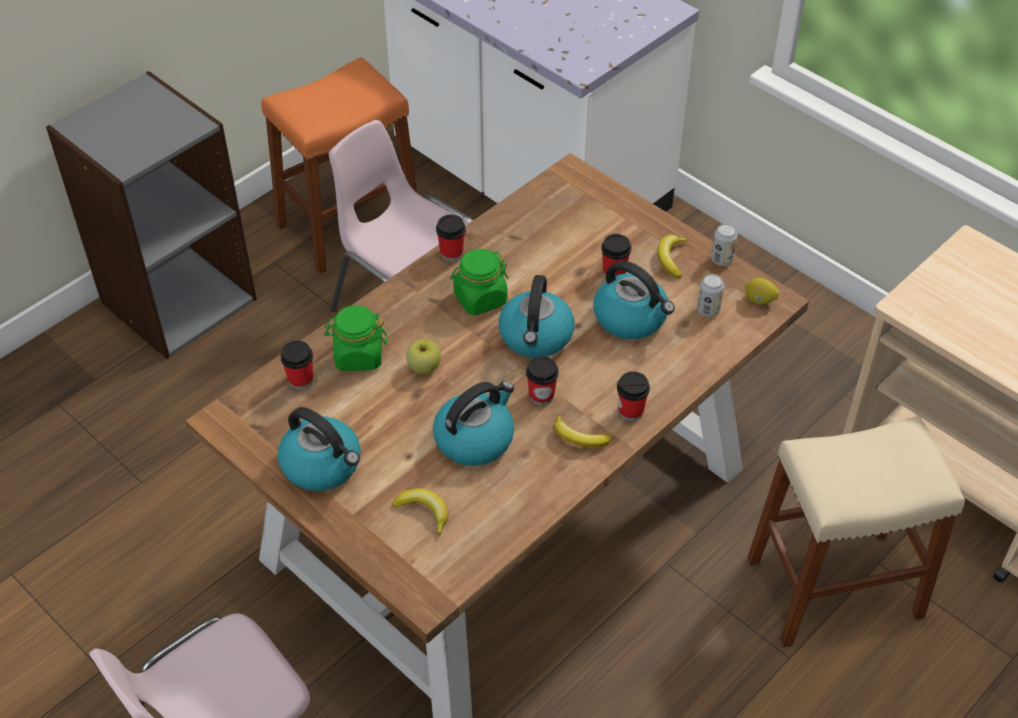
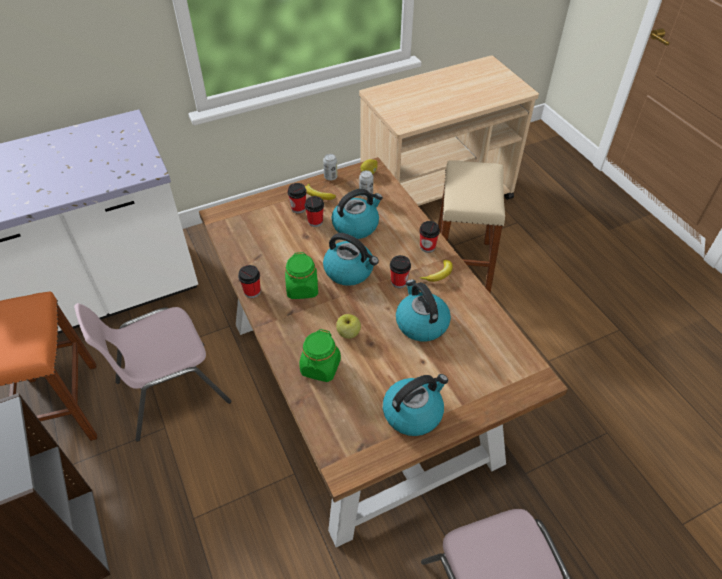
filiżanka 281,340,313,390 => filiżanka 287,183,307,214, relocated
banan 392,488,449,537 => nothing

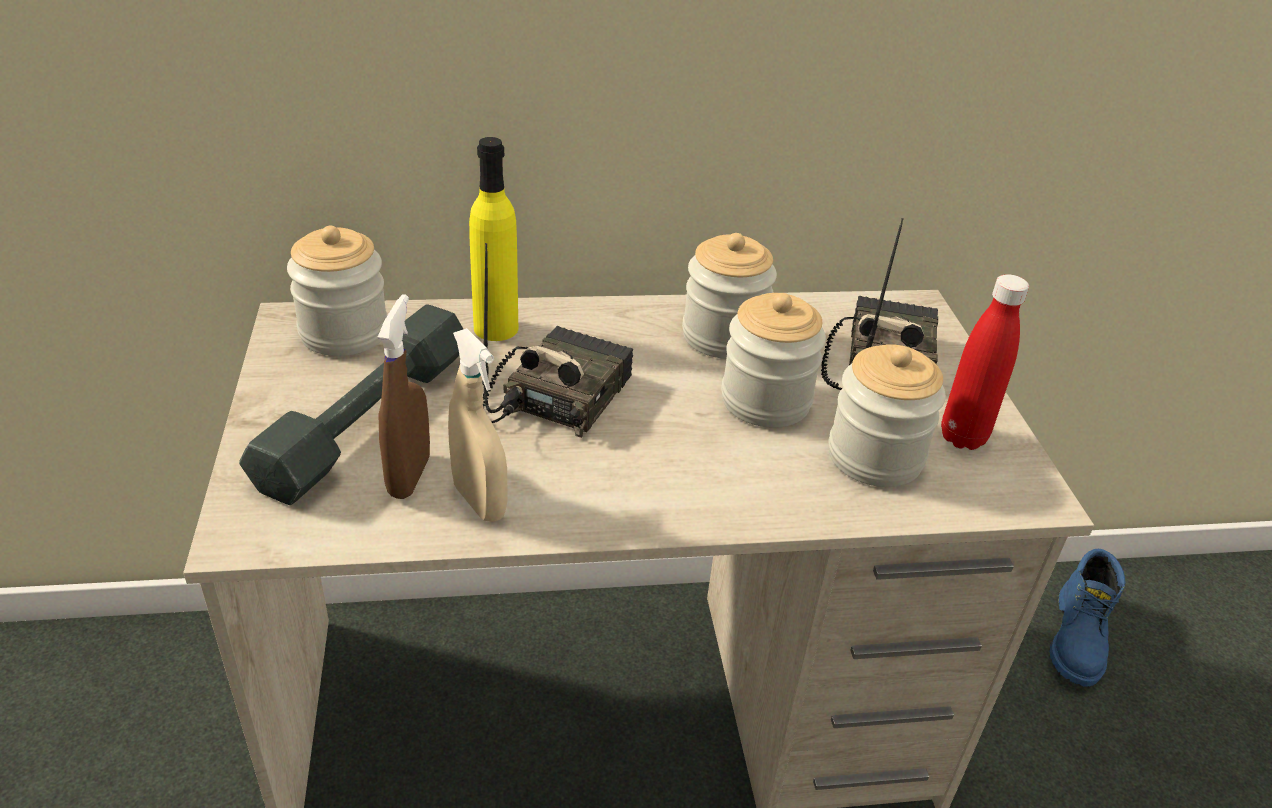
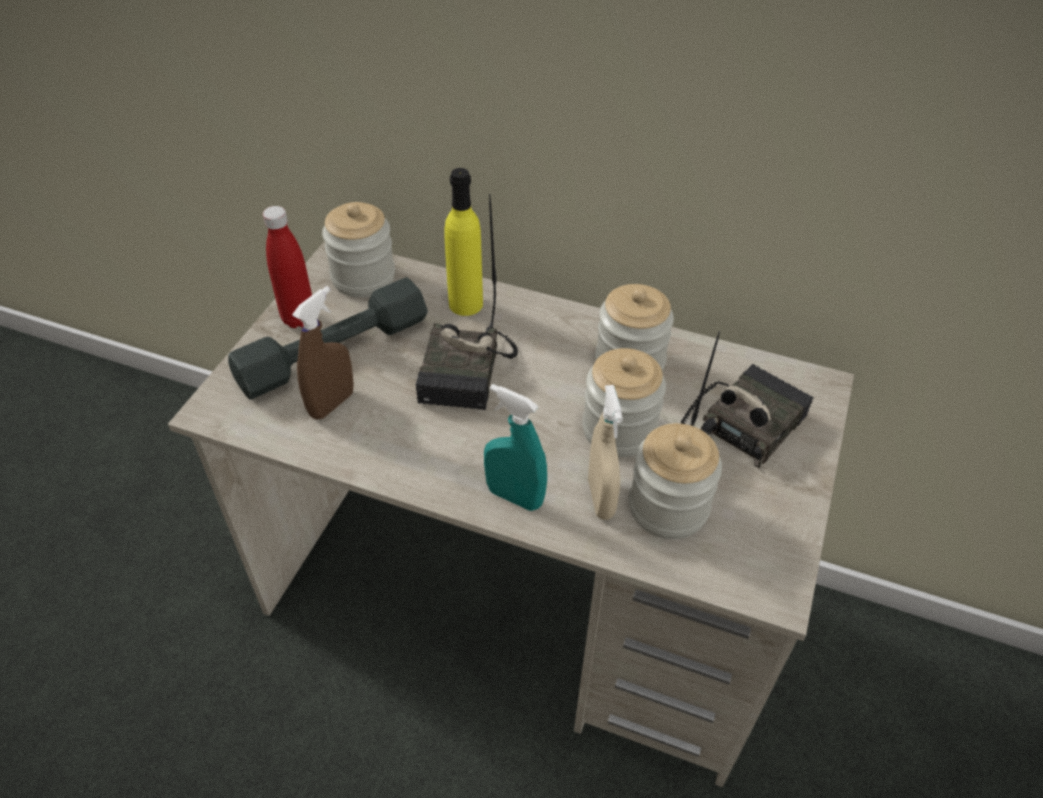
spryskiwacz [beżowy] 448,328,507,522 => spryskiwacz [beżowy] 588,385,623,520, relocated
radio 482,243,633,438 => radio 416,194,518,410, 135 degrees clockwise
butelka [czerwony] 941,274,1029,450 => butelka [czerwony] 263,206,312,328, relocated
but z cholewką [niebieski] 1050,549,1126,687 => nothing
nothing => spryskiwacz [turkusowy] 484,384,547,511

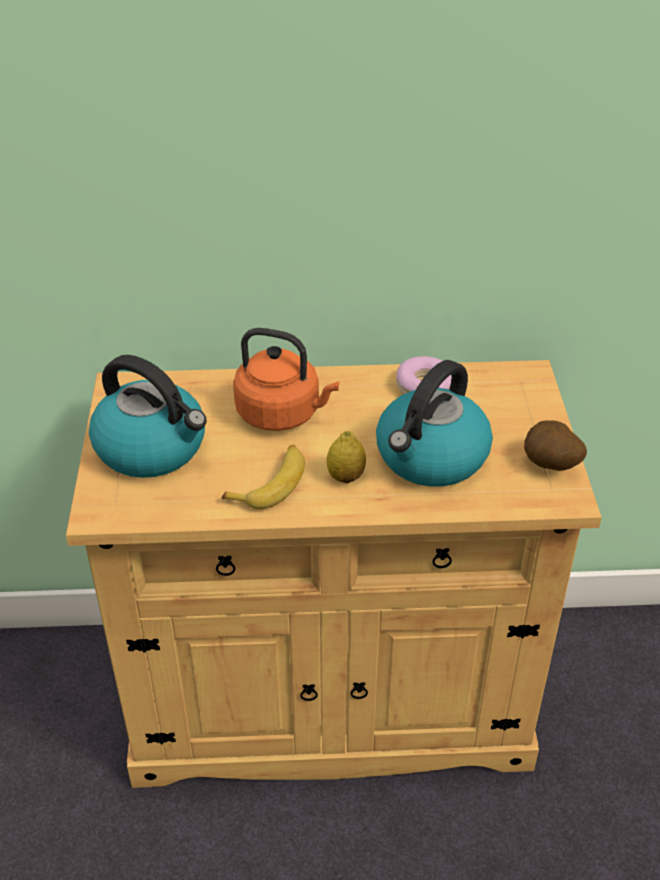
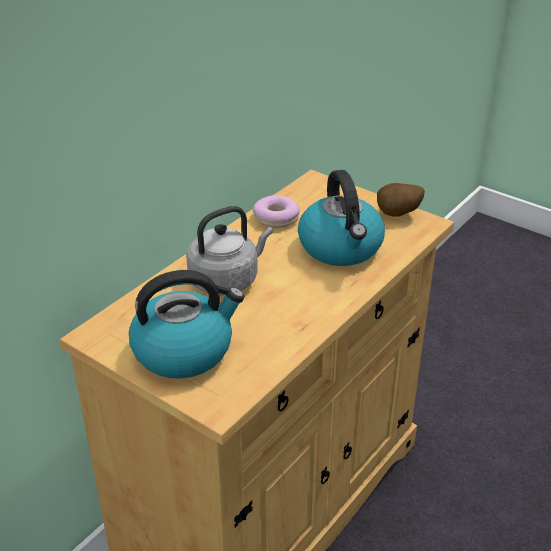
banan 222,445,305,509 => nothing
czajnik [pomarańczowy] 233,328,339,431 => czajnik [szary] 186,206,273,295
cytryna 327,431,366,483 => nothing

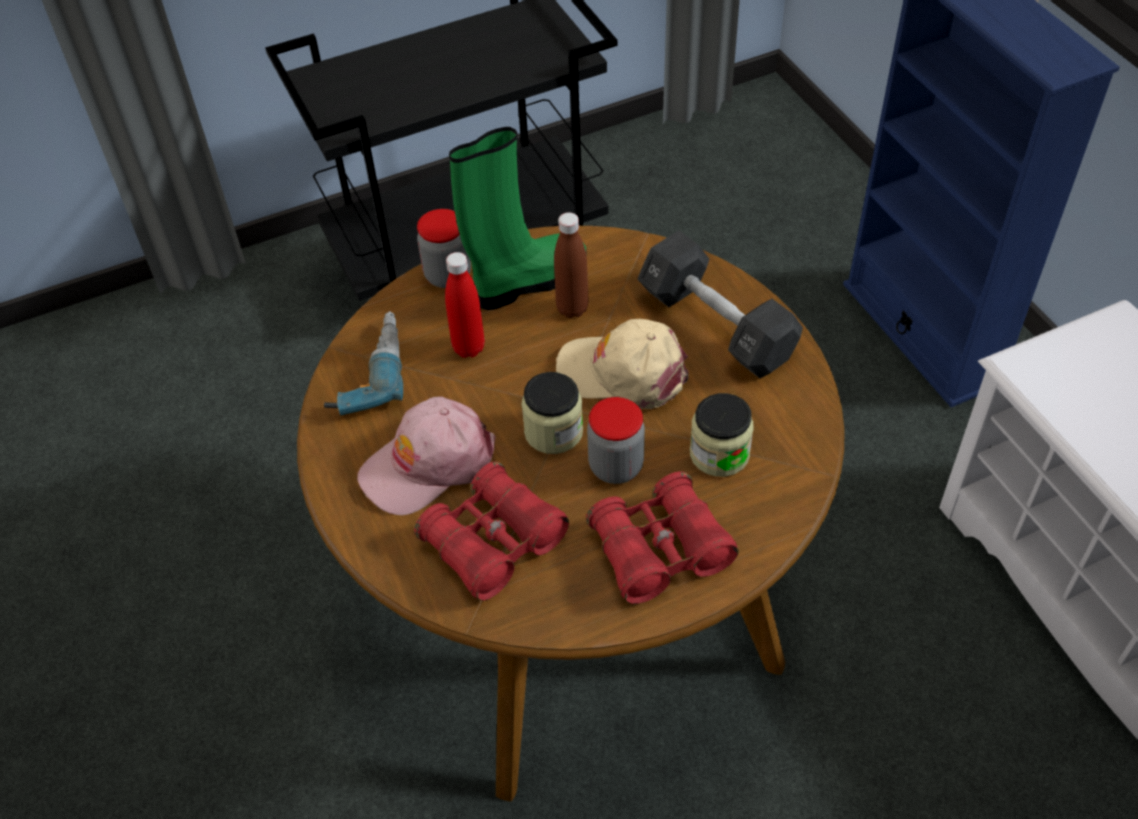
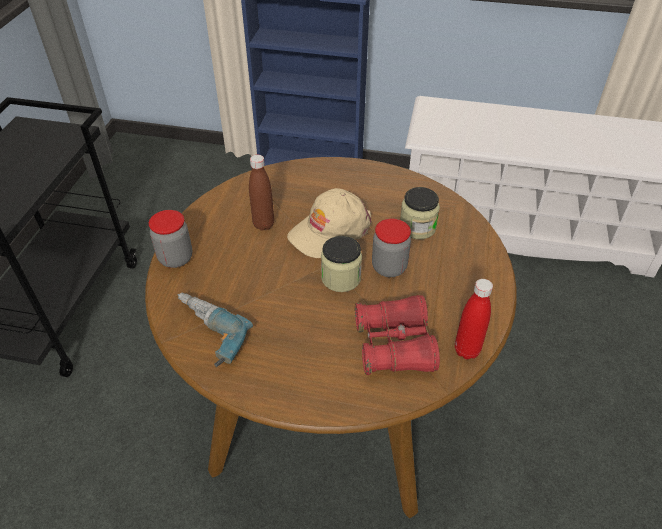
czapka z daszkiem [różowy] 357,396,496,515 => nothing
butelka [czerwony] 445,252,485,358 => butelka [czerwony] 455,279,493,359, relocated
but z cholewką [zielony] 449,127,587,310 => nothing
lornetka [czerwony] 586,471,739,604 => nothing
hantel [czarny] 637,230,803,378 => nothing

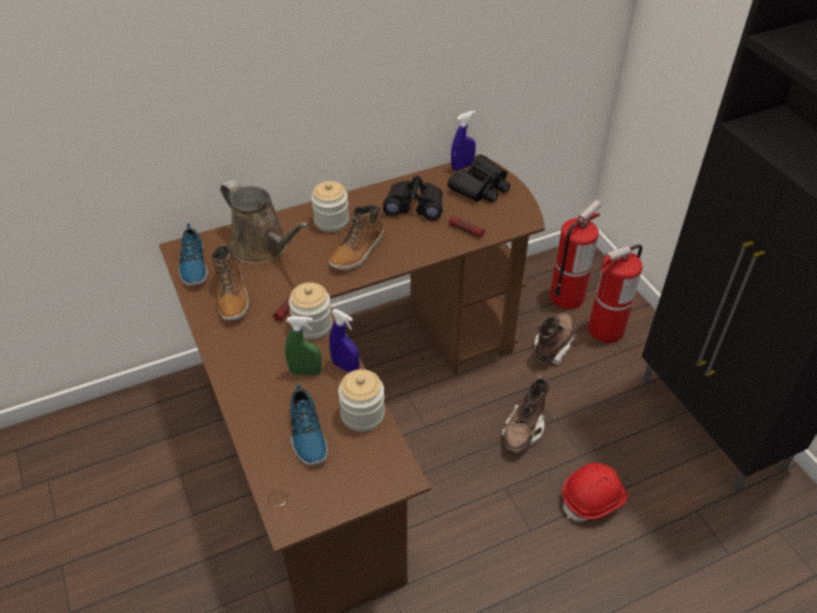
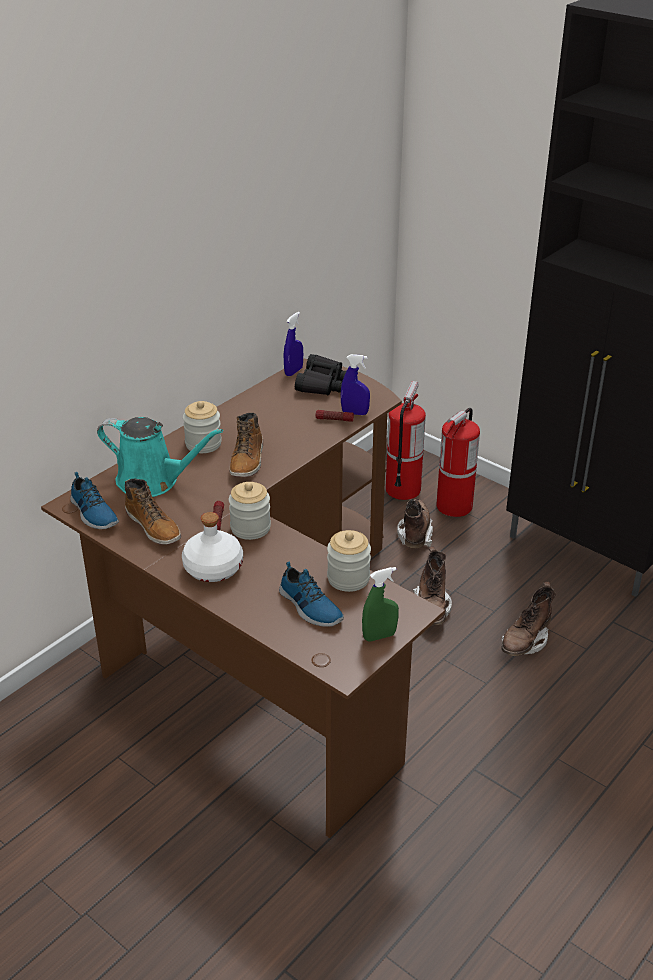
konewka [brązowy] 220,180,309,264 => konewka [turkusowy] 97,417,223,497
spryskiwacz [zielony] 285,316,322,375 => spryskiwacz [zielony] 362,567,399,642, relocated
spryskiwacz [niebieski] 329,309,360,373 => spryskiwacz [niebieski] 341,354,370,415, relocated
lornetka [czarny] 383,176,443,221 => nothing
kask [czerwony] 562,463,628,521 => but z cholewką [brązowy] 501,581,556,656
nothing => butelka [biały] 182,512,243,582

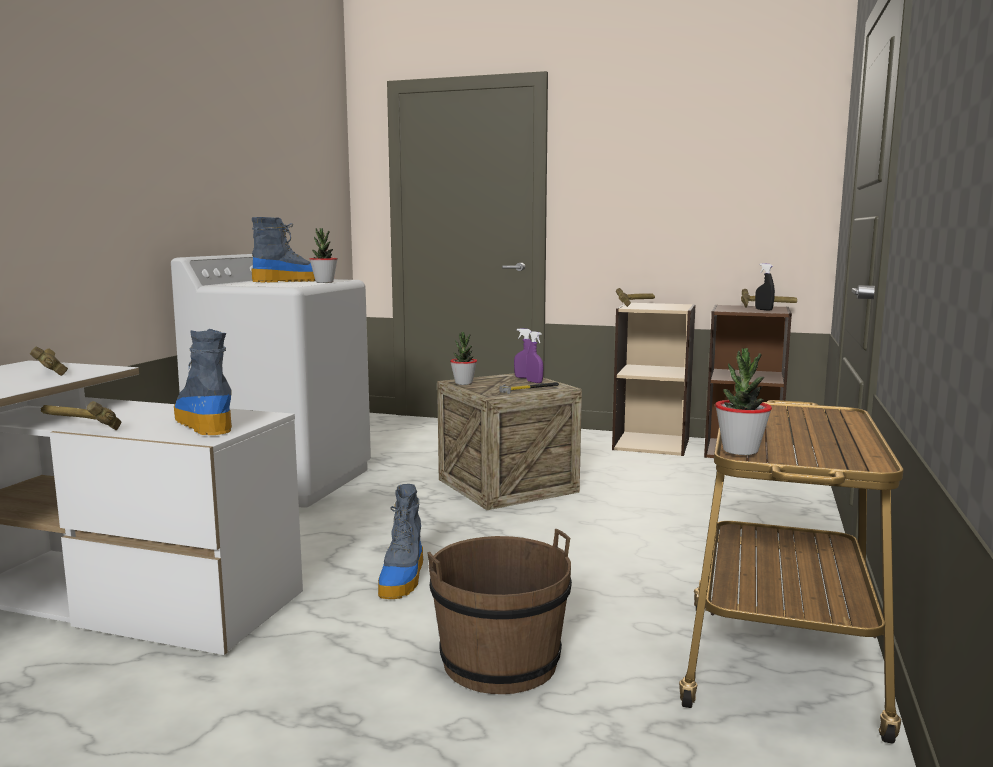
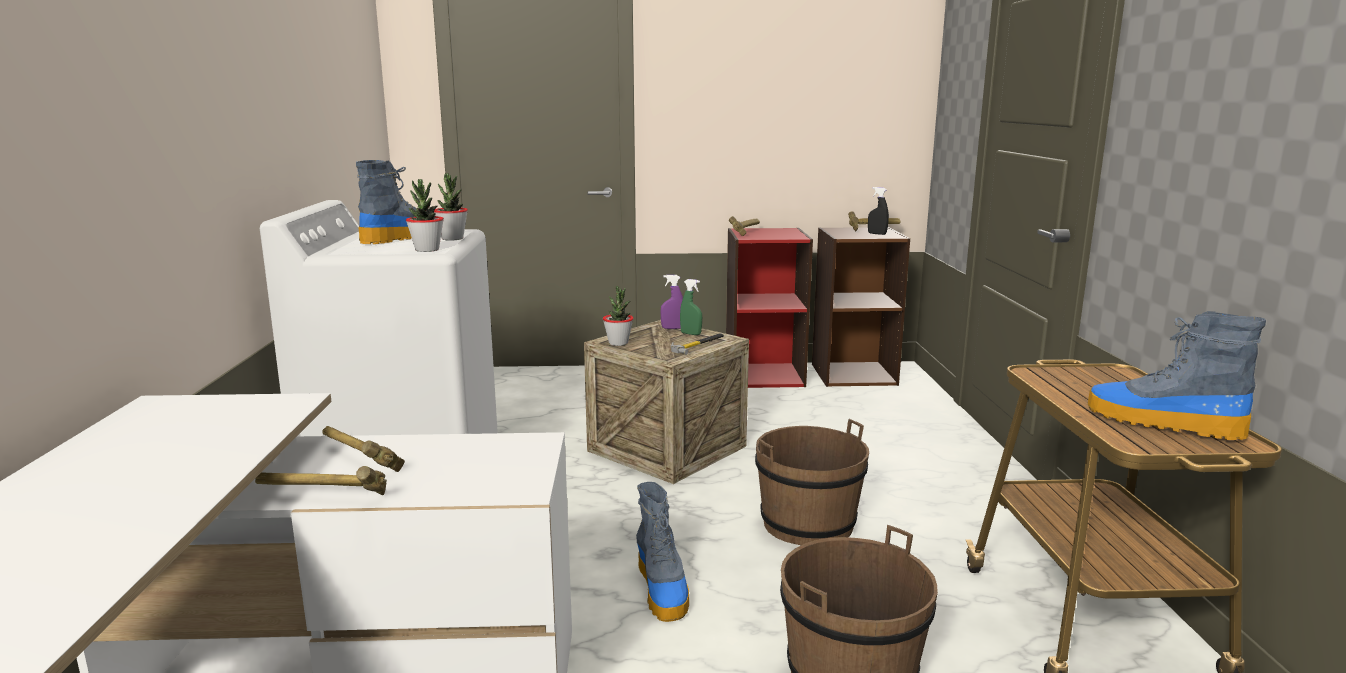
młotek 30,346,68,376 => młotek 322,426,405,472, relocated
but z cholewką 174,329,232,435 => but z cholewką 1087,311,1266,440, relocated
spryskiwacz [fioletowy] 526,331,543,383 => spryskiwacz [zielony] 680,279,702,335
regał [beżowy] 612,303,696,456 => regał [czerwony] 726,228,813,388
roślina doniczkowa 715,348,772,455 => roślina doniczkowa 406,179,444,252, relocated
nothing => wiadro [brązowy] 755,419,869,545

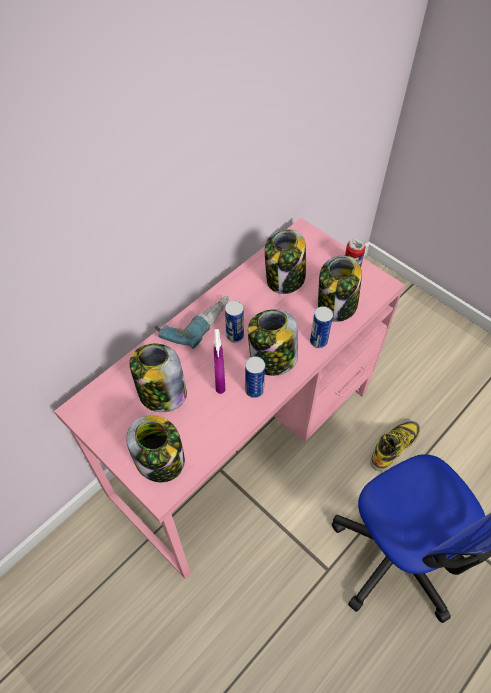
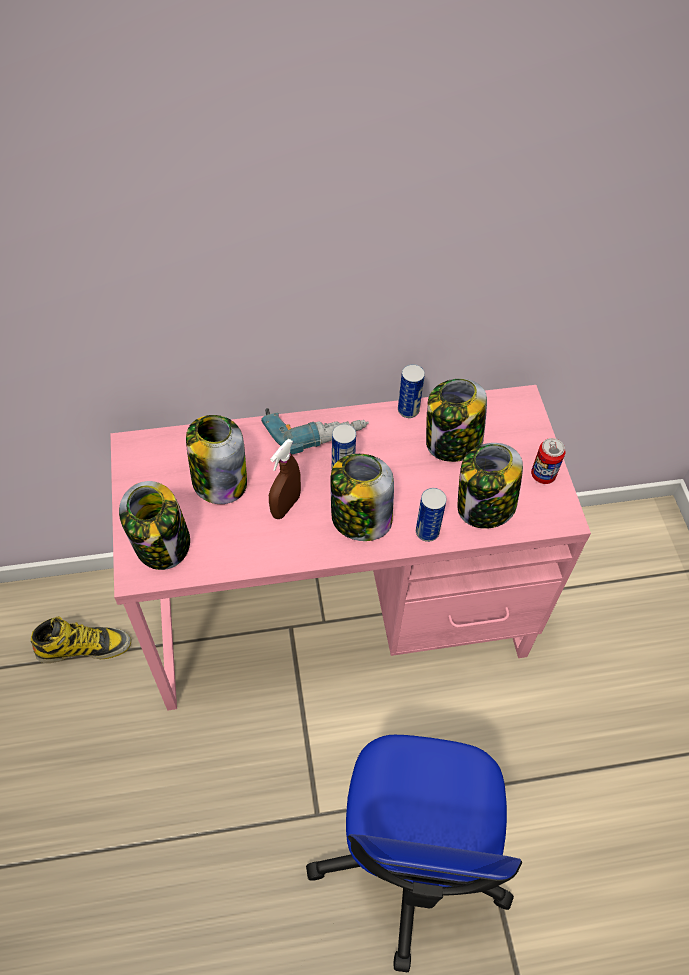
spryskiwacz [fioletowy] 214,329,226,394 => spryskiwacz [brązowy] 269,439,301,519
puszka 245,356,265,398 => puszka 398,364,425,418, relocated
but z cholewką 370,421,421,472 => but z cholewką 31,617,131,663, relocated

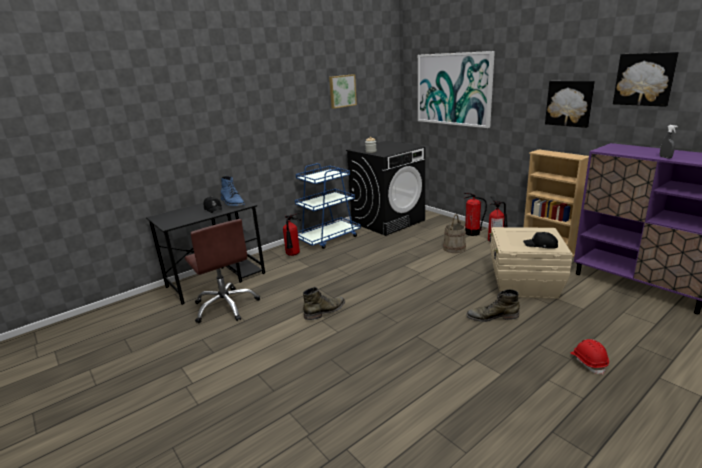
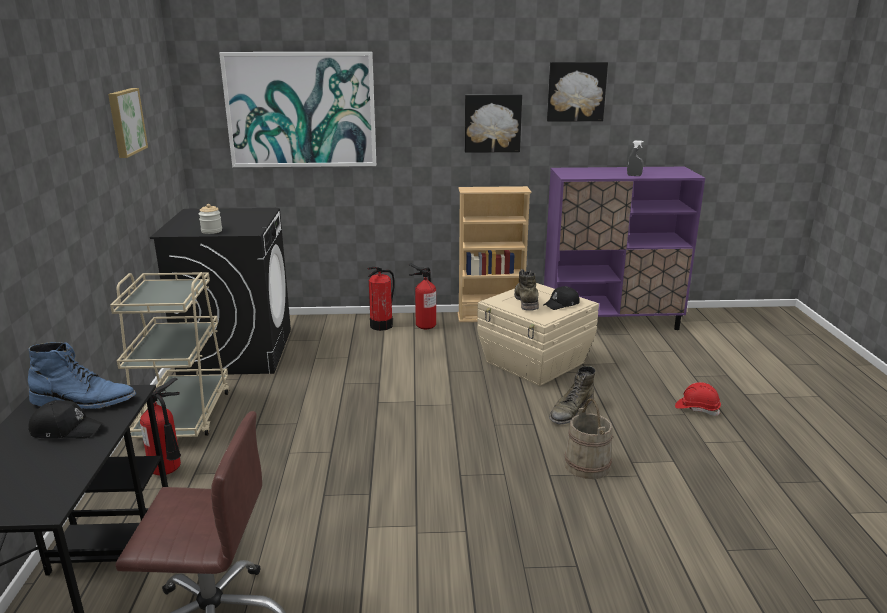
wózek [niebieski] 295,163,361,249 => wózek [beżowy] 110,272,230,438
but z cholewką [zielony] 303,287,345,320 => but z cholewką [zielony] 514,269,539,311, relocated
wiadro [beżowy] 443,214,466,253 => wiadro [beżowy] 564,398,613,479, relocated

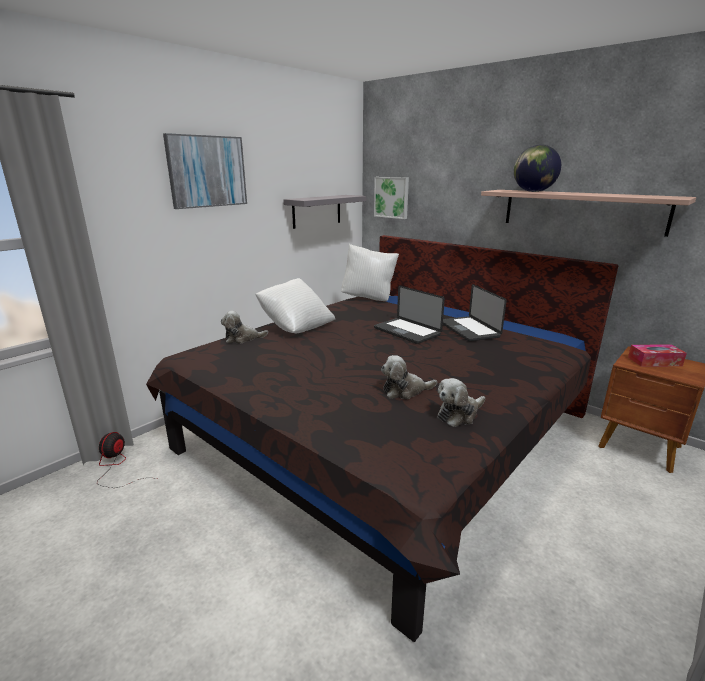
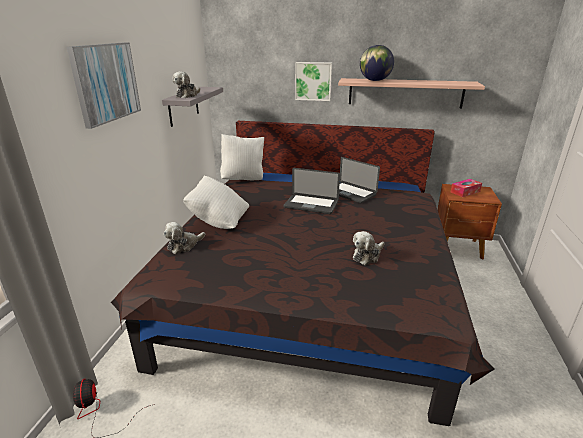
obraz 374,177,409,219 => obraz 295,62,332,101, relocated
pluszak 438,378,485,427 => pluszak 172,71,200,98, relocated

